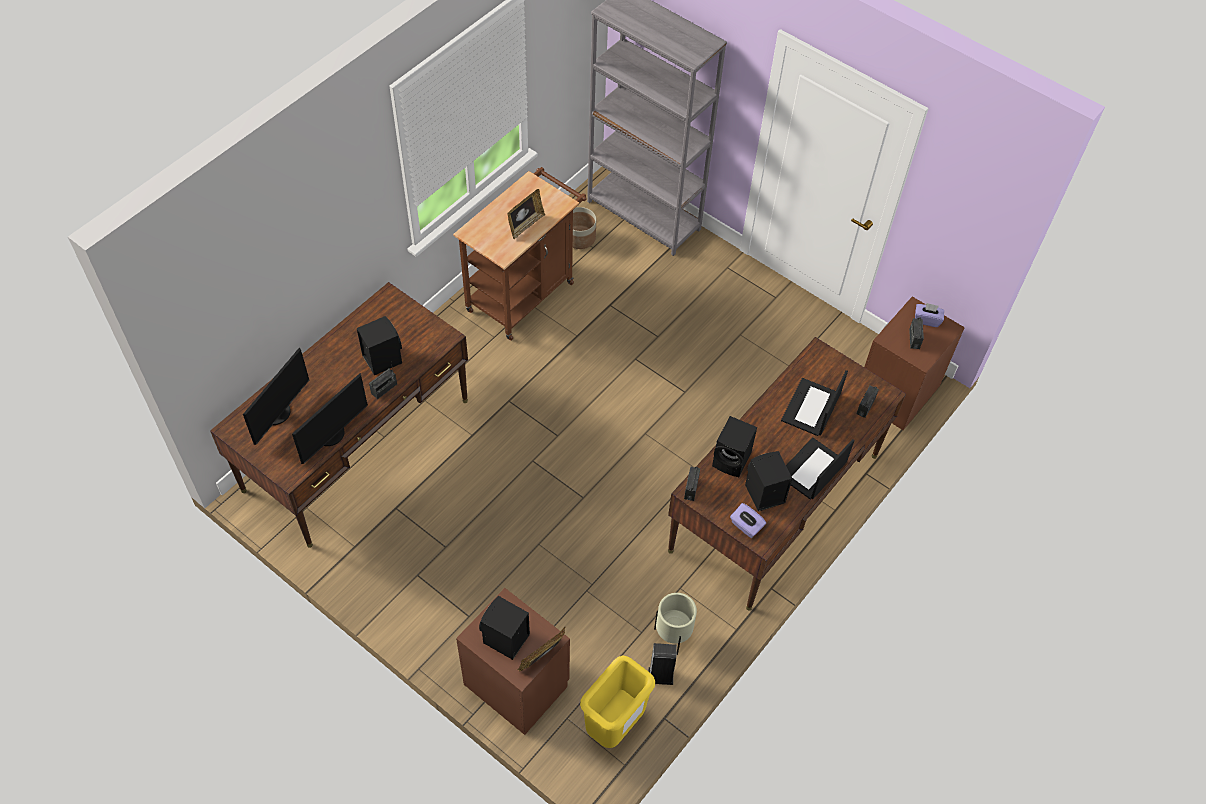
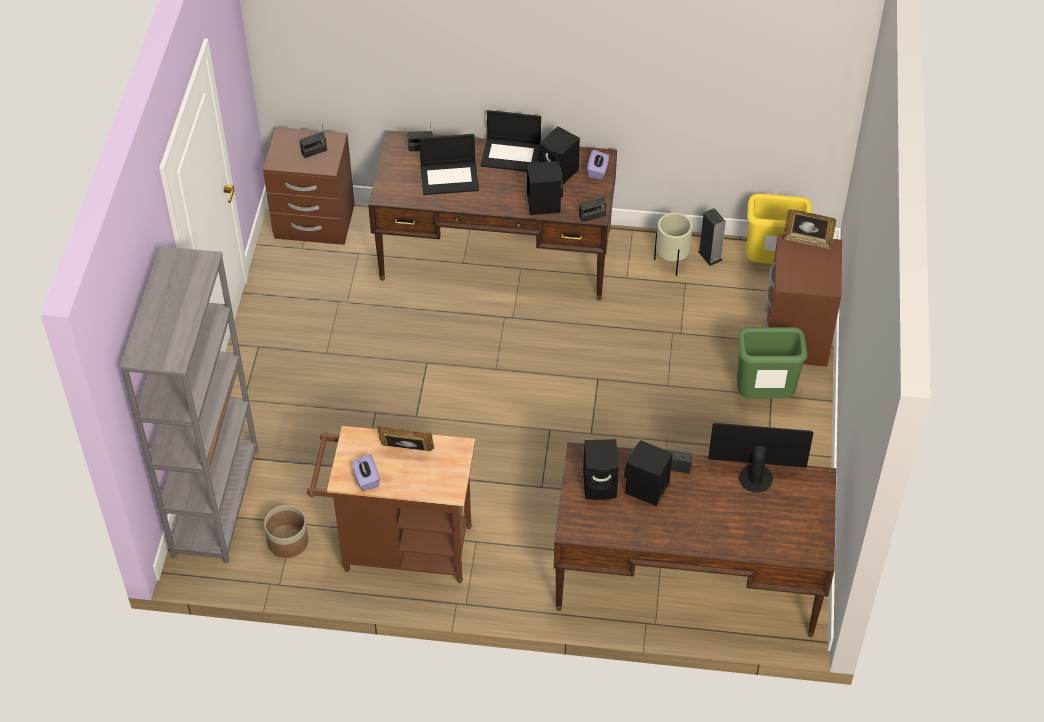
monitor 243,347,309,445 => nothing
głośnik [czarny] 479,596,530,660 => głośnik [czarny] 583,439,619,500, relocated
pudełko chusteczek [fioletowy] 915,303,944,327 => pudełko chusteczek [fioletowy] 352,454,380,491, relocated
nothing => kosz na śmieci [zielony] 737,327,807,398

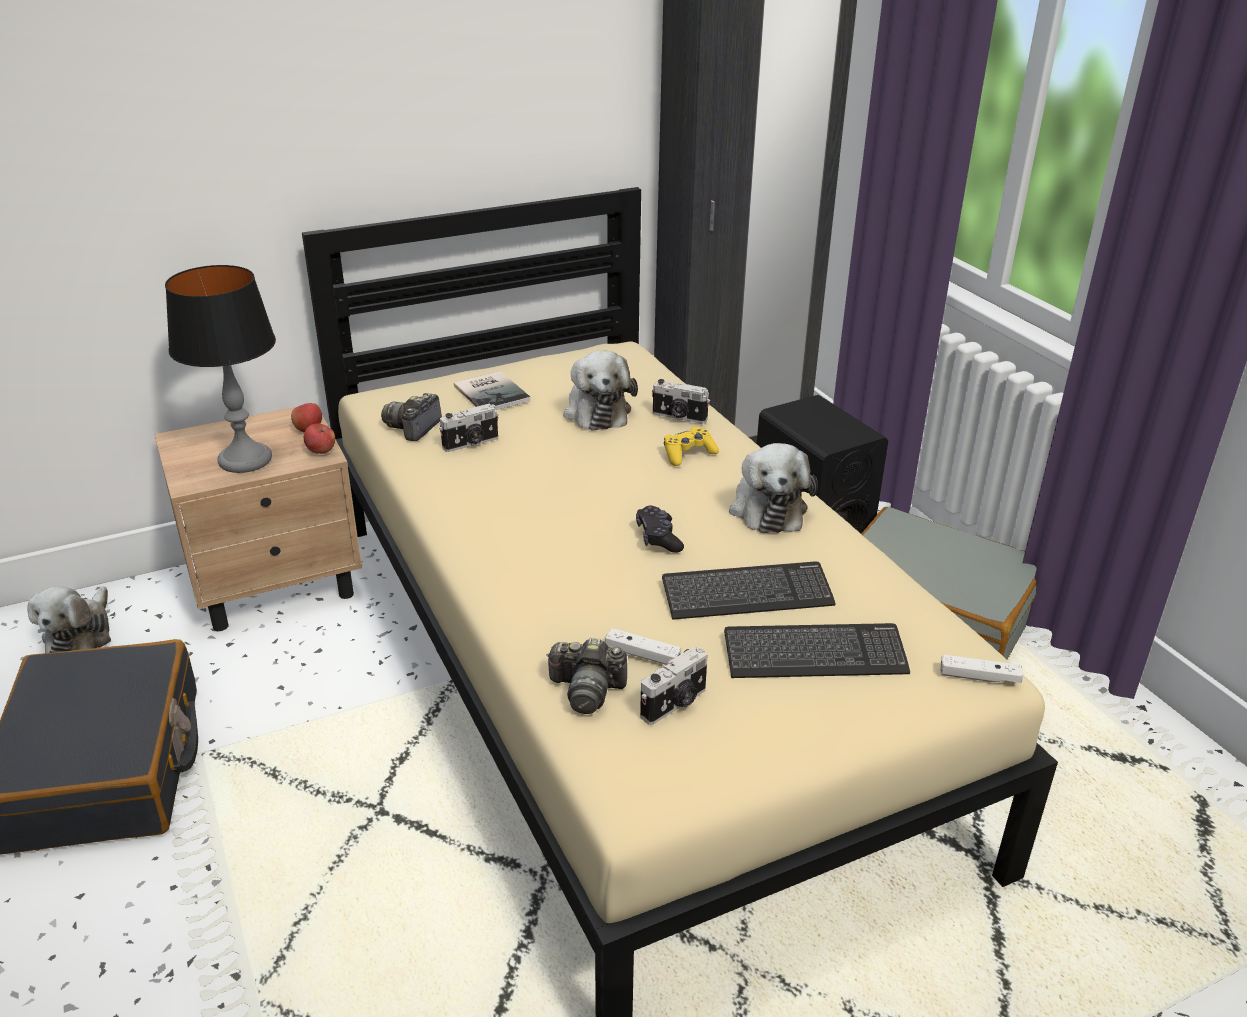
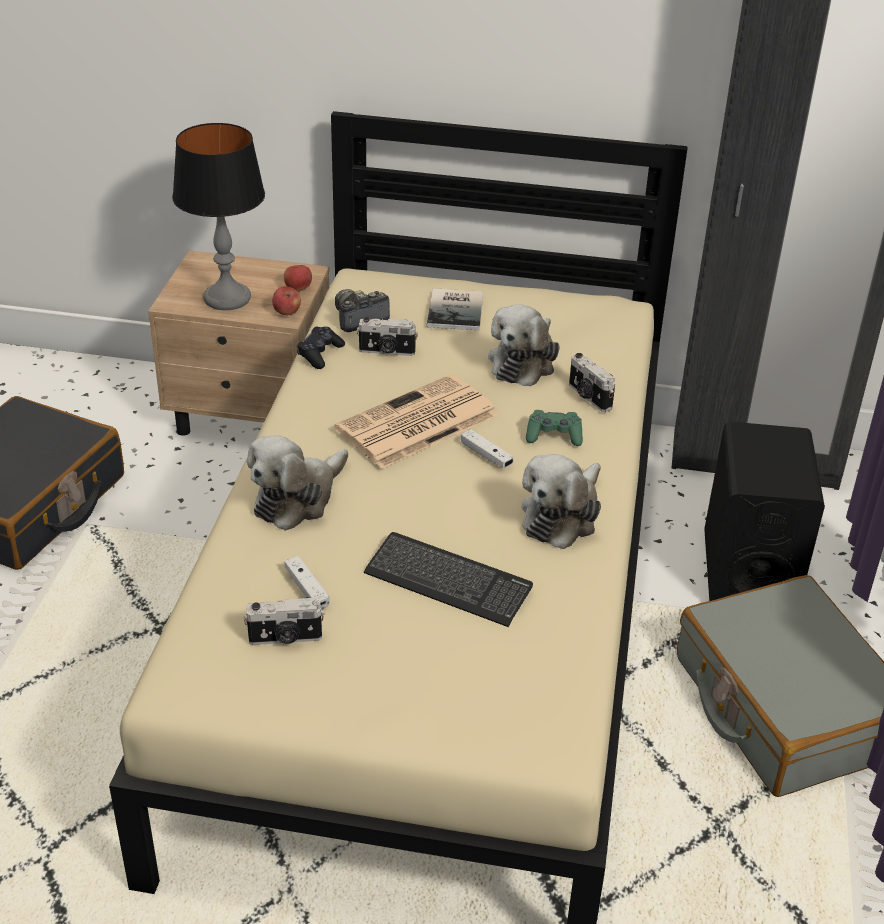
pluszak 27,586,111,653 => pluszak 247,435,348,531, relocated
aparat fotograficzny 546,638,627,714 => nothing
pad do gier [czarny] 636,505,684,553 => pad do gier [czarny] 297,327,345,369, relocated
pad do gier [żółty] 664,427,719,466 => pad do gier [zielony] 526,410,583,446
klawiatura 724,623,910,678 => nothing
pad do gier [biały] 940,655,1023,683 => pad do gier [biały] 461,429,514,468, relocated
nothing => gazeta 334,374,498,469

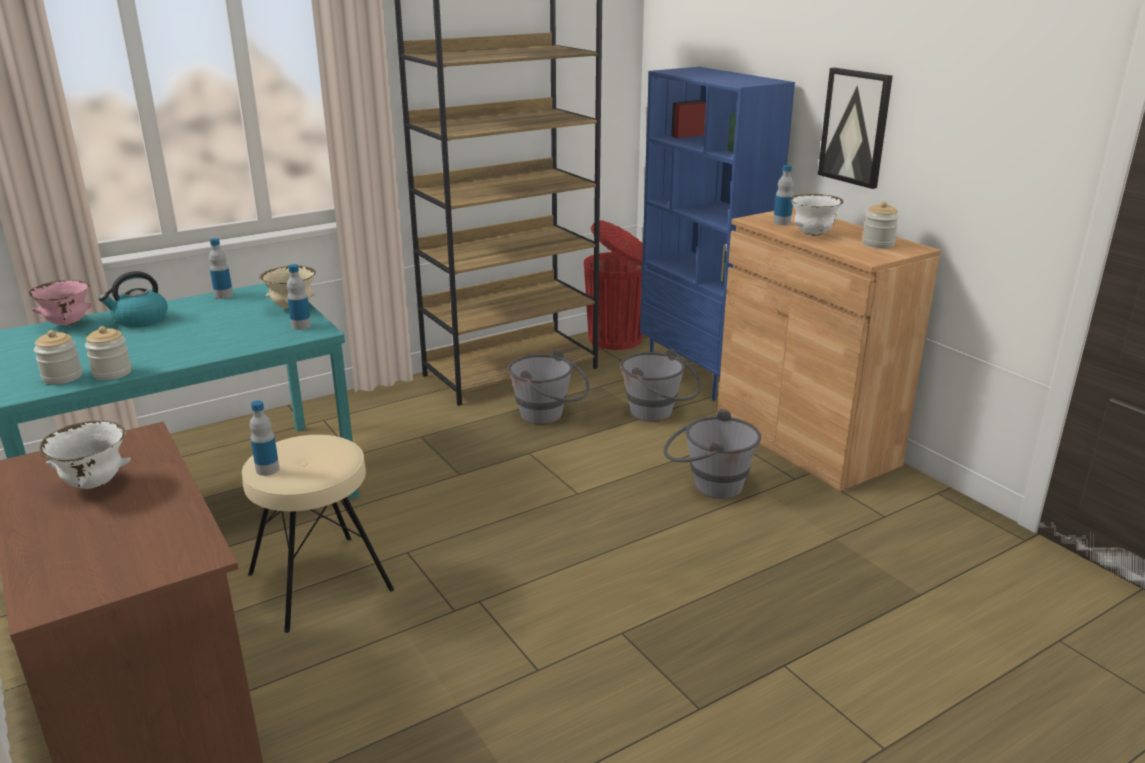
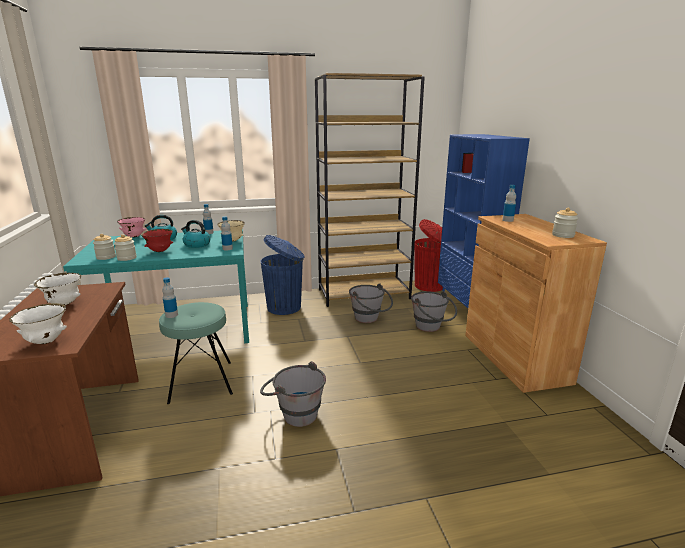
stołek [beżowy] 242,435,394,633 => stołek [turkusowy] 159,302,233,404
wiadro [szary] 664,409,761,499 => wiadro [szary] 260,361,326,427, relocated
miska [biały] 791,194,843,236 => miska [biały] 9,303,67,344, relocated
obraz 818,68,893,189 => nothing
nothing => miska [czerwony] 141,229,173,252
nothing => czajnik 181,220,211,248
nothing => kosz na śmieci [niebieski] 260,235,305,315

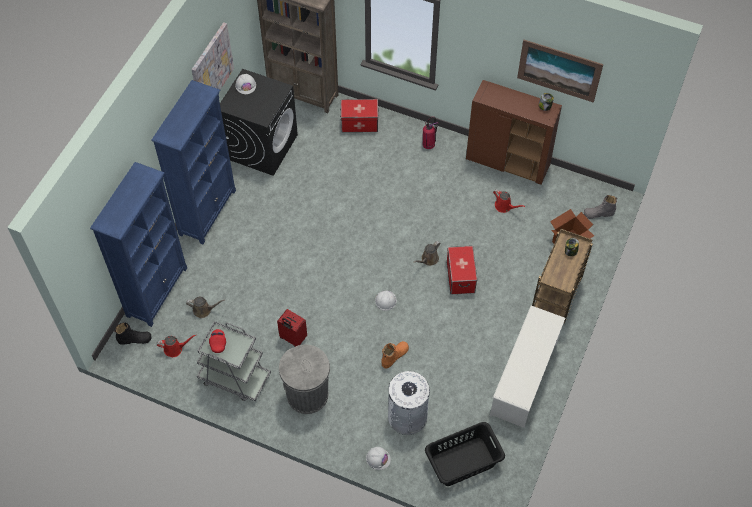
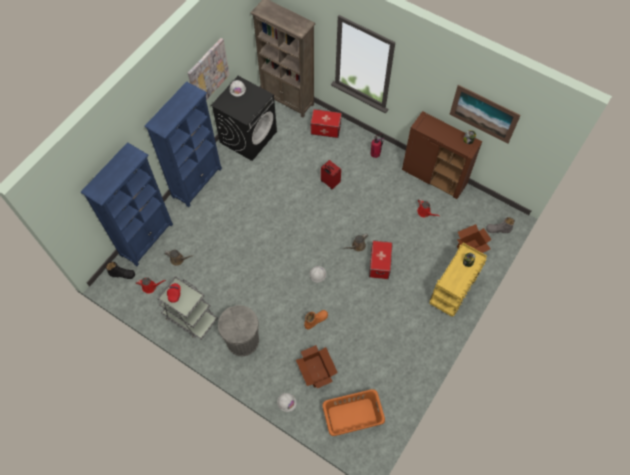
walizka [czerwony] 277,309,307,347 => walizka [czerwony] 321,160,341,189, relocated
kosz na śmieci [biały] 388,371,430,435 => karton 296,345,338,388
kosz na pranie [czarny] 425,422,505,486 => kosz na pranie [pomarańczowy] 322,389,385,436
regał na buty [biały] 490,305,566,428 => nothing
wózek [brązowy] 532,229,592,323 => wózek [żółty] 429,243,487,317

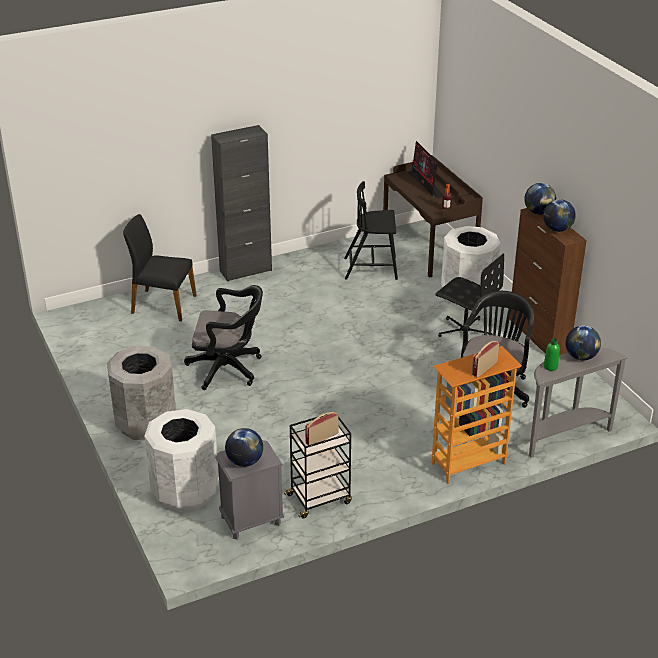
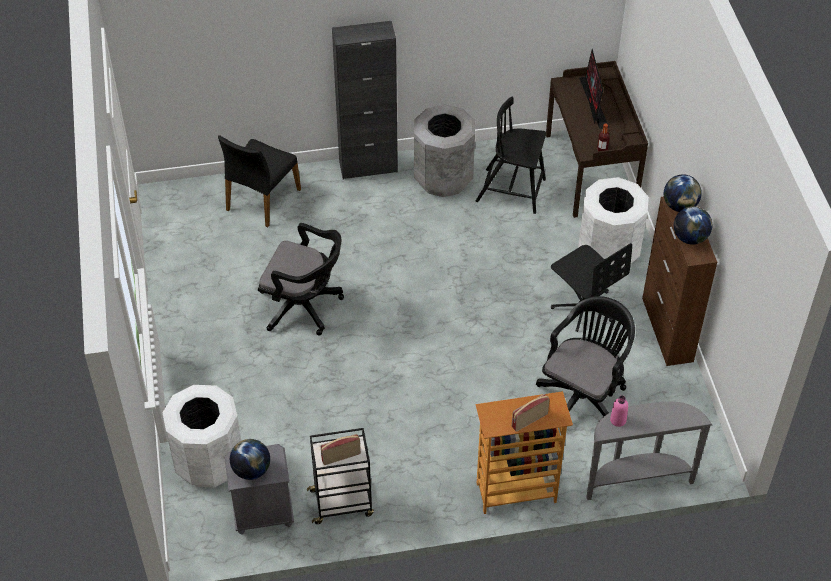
kosz na śmieci [szary] 107,346,176,440 => kosz na śmieci [szary] 414,104,475,197, relocated
krzesło [czarny] 123,214,197,321 => krzesło [czarny] 218,135,301,227, 90 degrees counterclockwise
butelka [zielony] 544,338,560,371 => butelka [różowy] 610,396,628,427
globus 566,326,601,361 => nothing

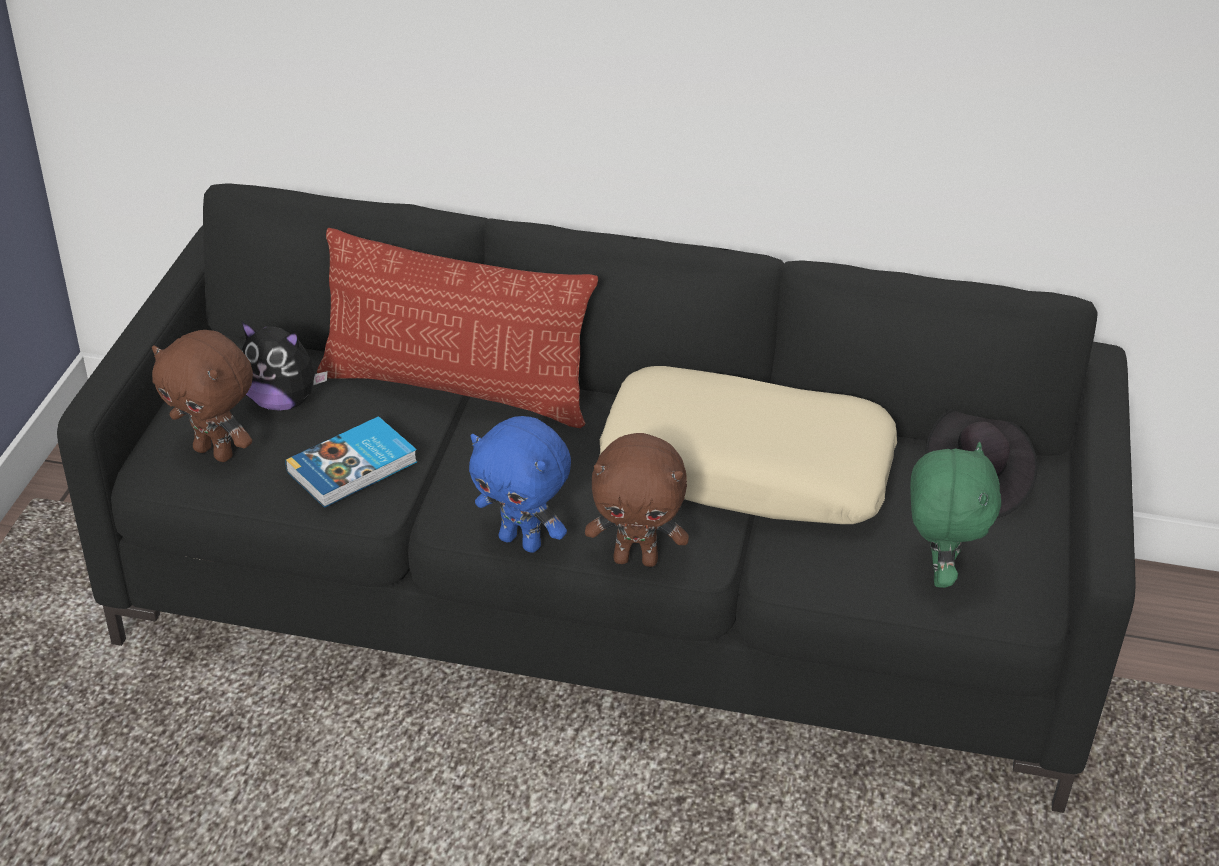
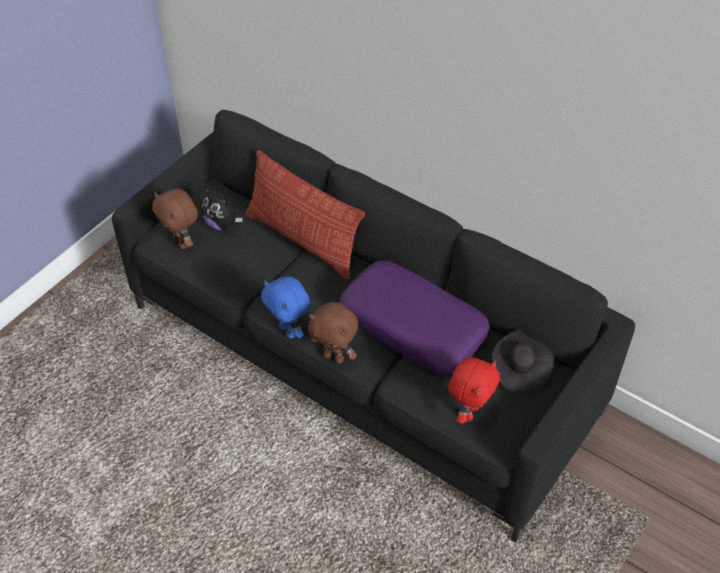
książka 285,416,417,508 => nothing
poduszka [beżowy] 599,366,897,524 => poduszka [fioletowy] 339,260,490,375
pluszak [zielony] 910,442,1001,588 => pluszak [czerwony] 448,357,500,424

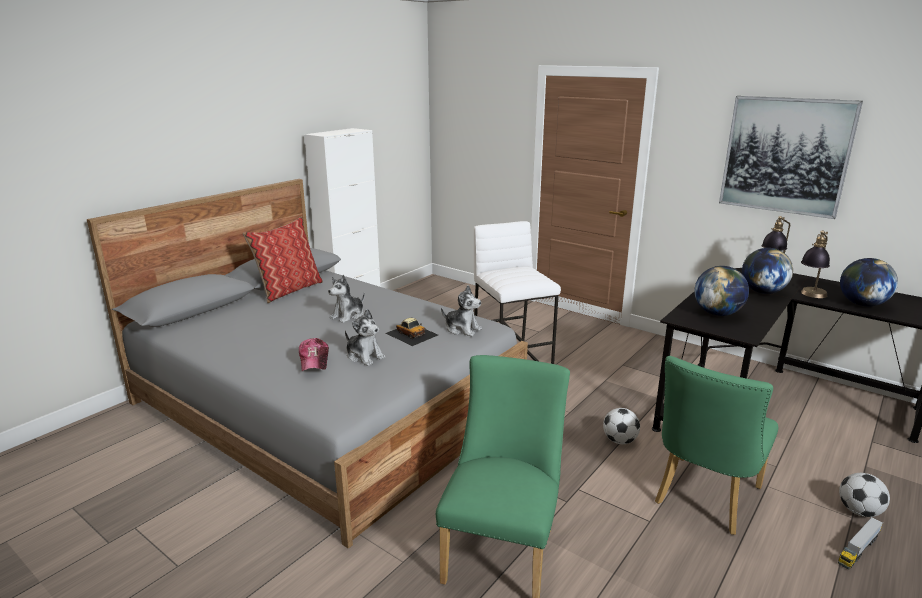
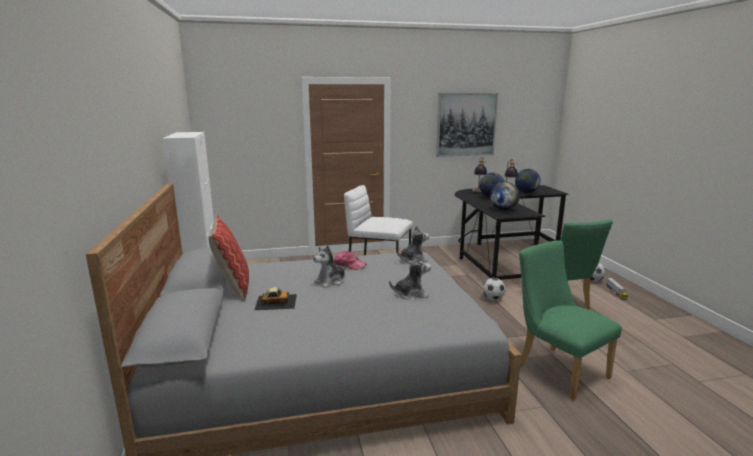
czapka z daszkiem 299,338,329,371 => czapka z daszkiem 333,251,367,270, relocated
pluszak 328,275,365,323 => pluszak 314,245,347,288, 60 degrees clockwise
samochodzik 385,318,438,346 => samochodzik 254,287,297,310, relocated

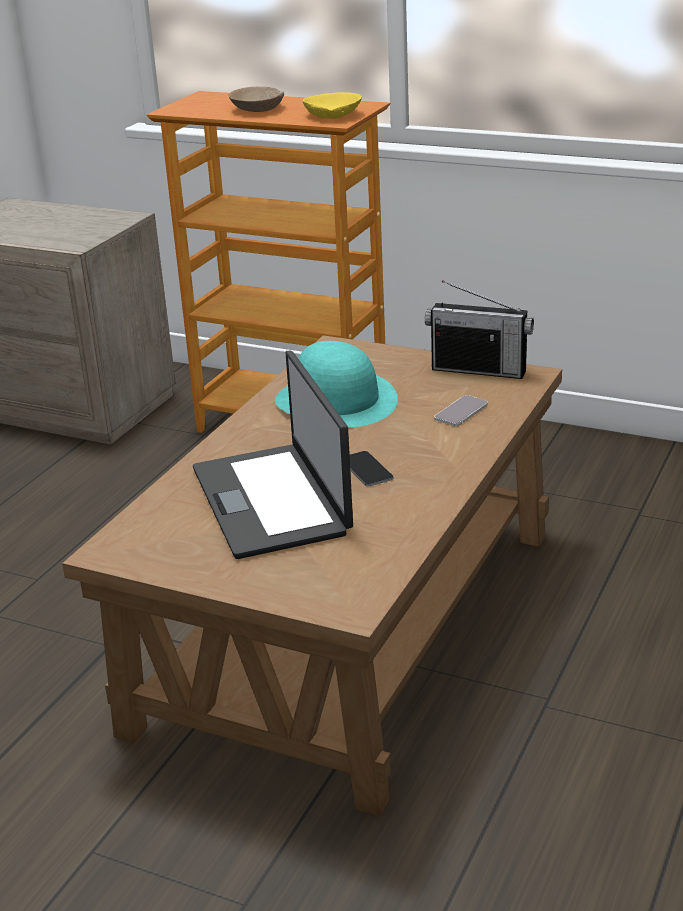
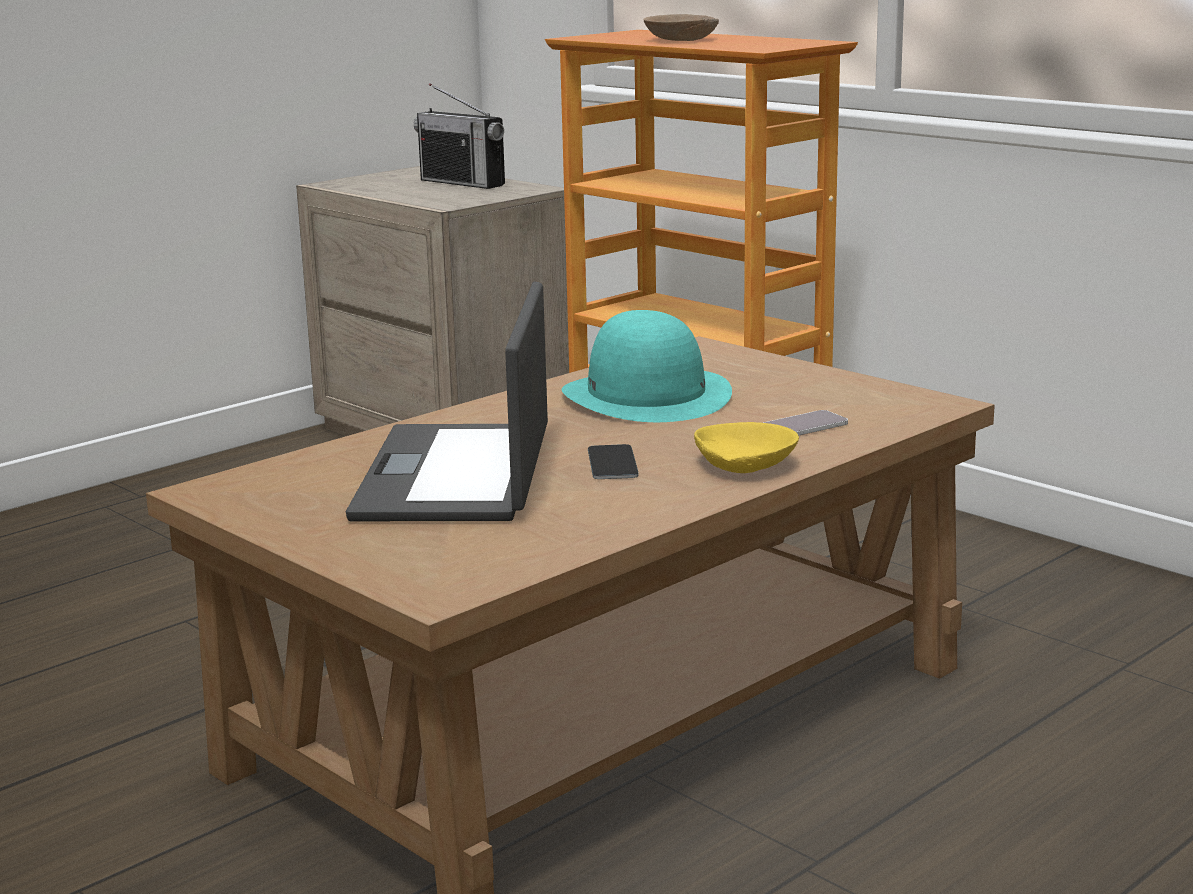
miska [żółty] 303,92,362,119 => miska [żółty] 694,422,799,473, relocated
radio 425,280,534,379 => radio 414,83,505,189, relocated

